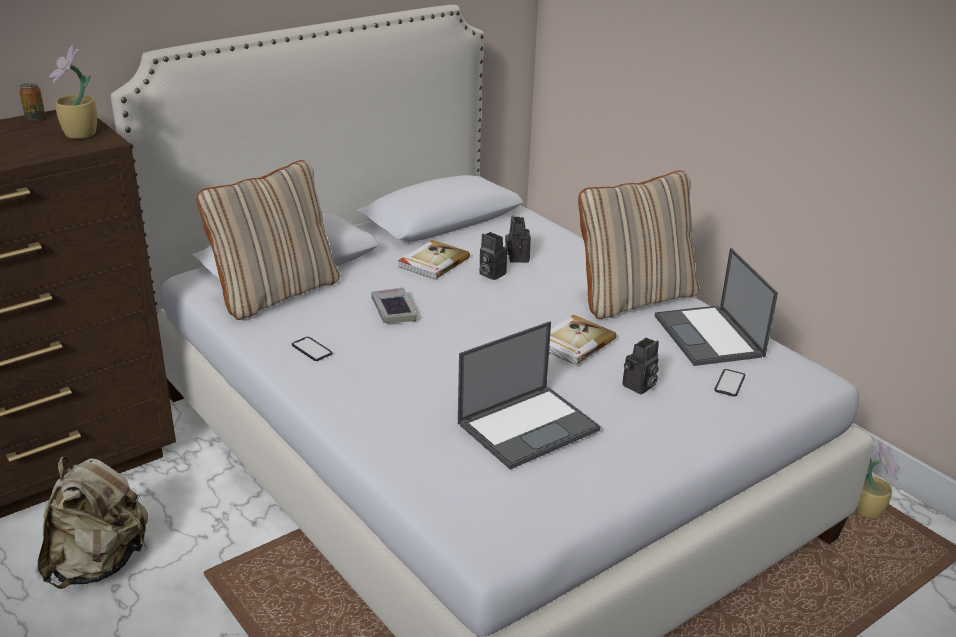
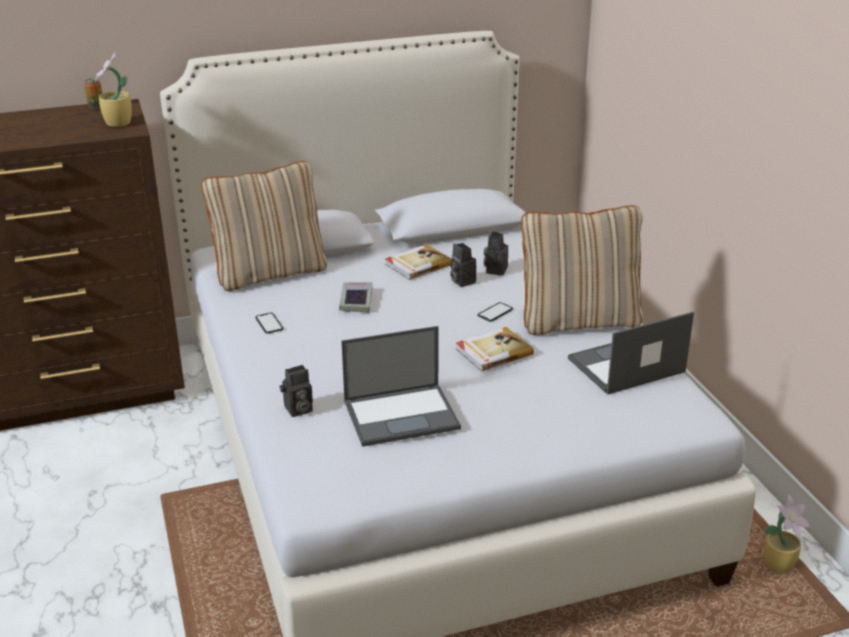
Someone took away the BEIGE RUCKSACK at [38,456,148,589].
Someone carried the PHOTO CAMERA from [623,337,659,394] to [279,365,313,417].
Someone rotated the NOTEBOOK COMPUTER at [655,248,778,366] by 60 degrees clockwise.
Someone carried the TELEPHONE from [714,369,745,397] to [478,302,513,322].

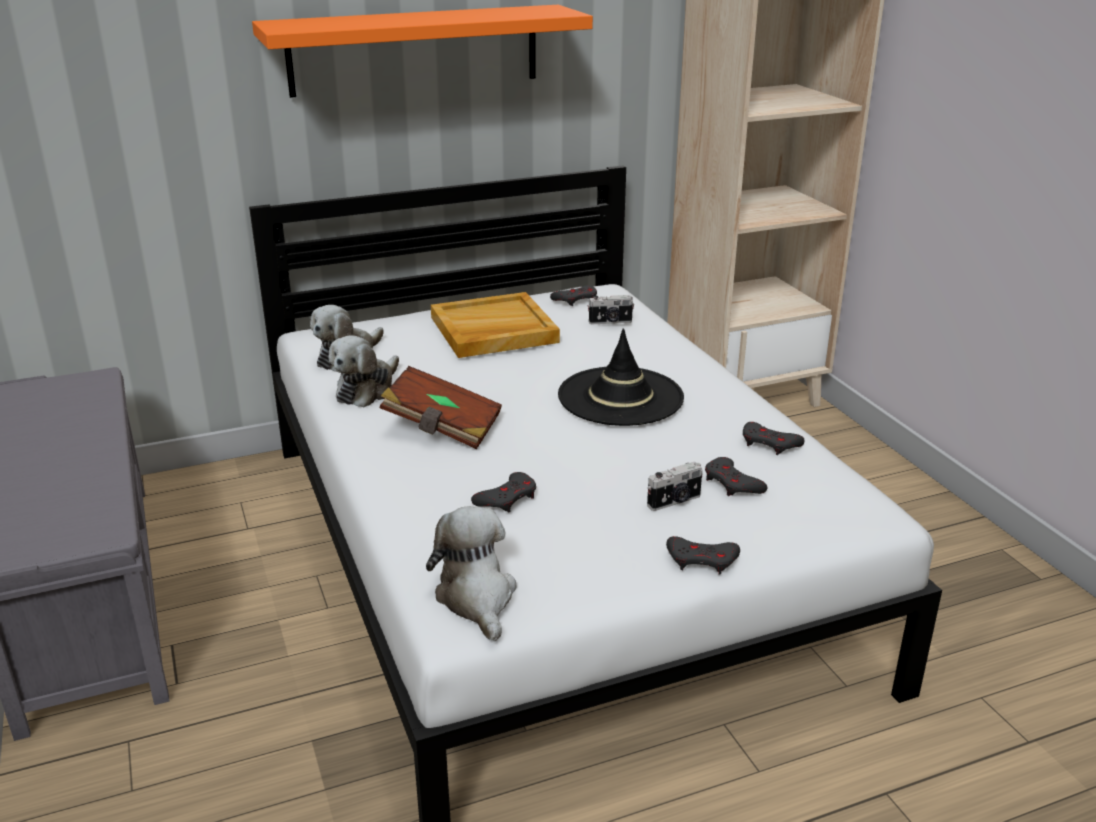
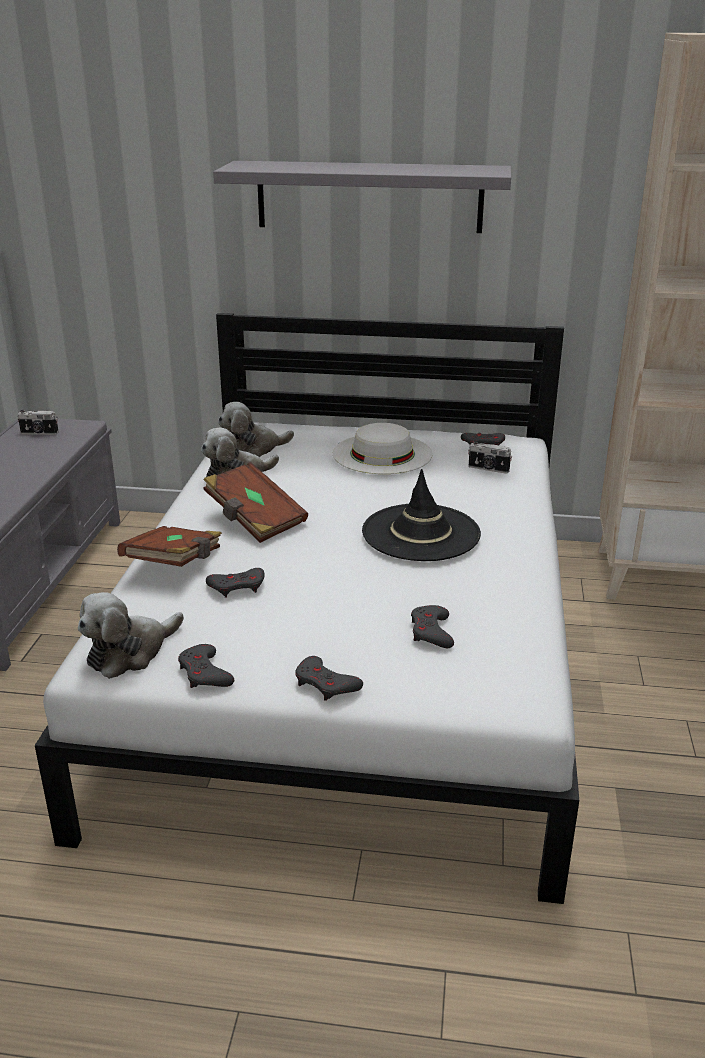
Someone repainted the ORANGE SHELF at [252,5,593,98], which became the GREYISH SHELF at [213,161,511,233].
Someone rotated the CUDDLY TOY at [426,506,517,641] by 150 degrees counterclockwise.
Someone swapped the BEIGE TRAY at [431,292,560,358] for the WHITISH CLOTHING HAT at [333,423,433,474].
Someone carried the PHOTO CAMERA from [647,462,703,511] to [18,410,59,435].
Someone carried the GREYISH JOYPAD from [743,422,804,455] to [178,644,234,688].
Someone put down the BROWNISH BOUND BOOK at [117,526,222,567].

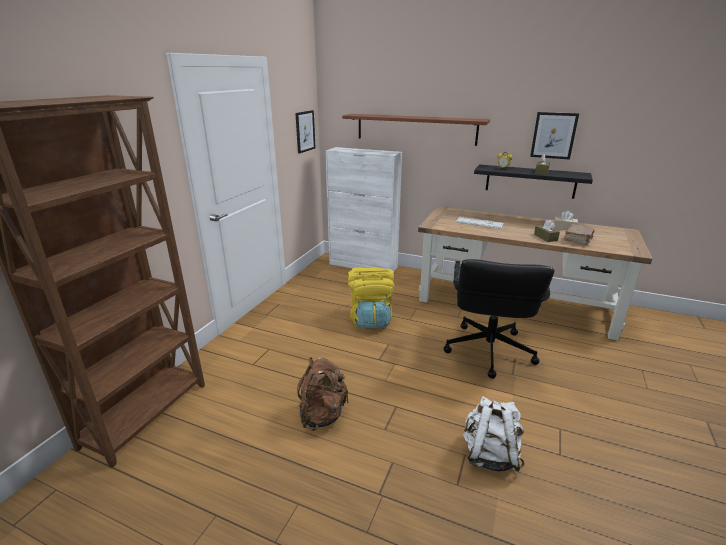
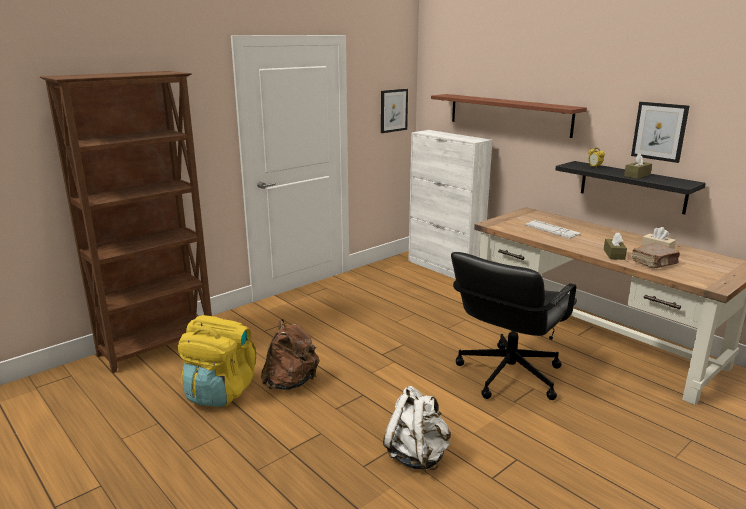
Someone carried the YELLOW-COLOURED RUCKSACK from [348,268,394,328] to [178,315,256,407].

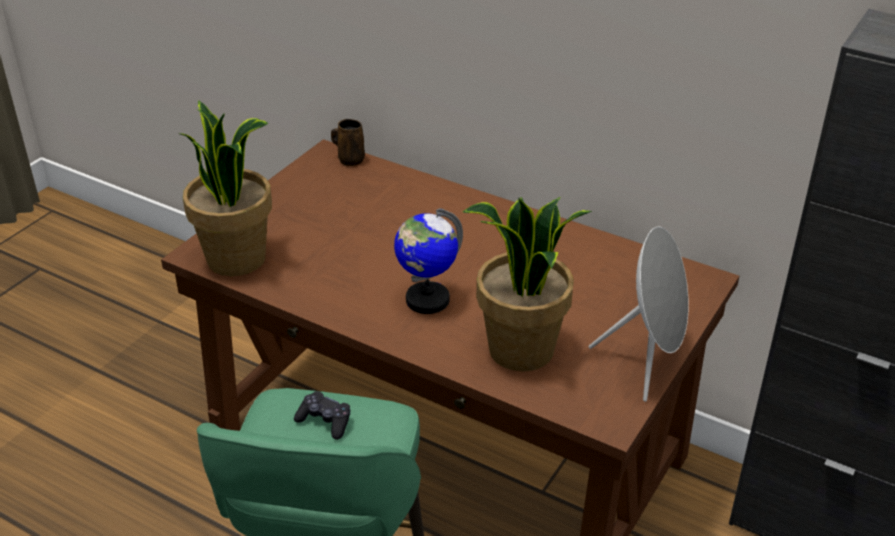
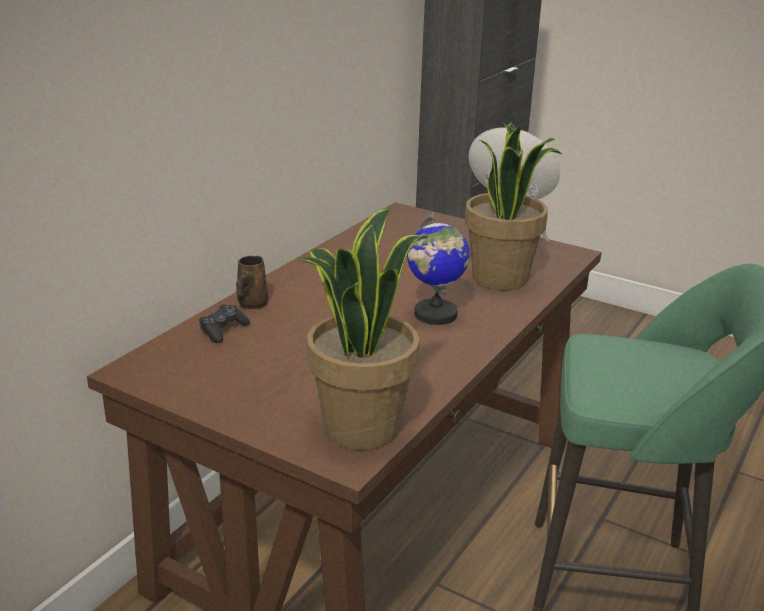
Someone carried the BLACK JOYPAD from [294,391,350,440] to [199,304,250,343].
Someone carried the BROWNISH COFFEE MUG from [331,119,365,166] to [236,256,268,309].

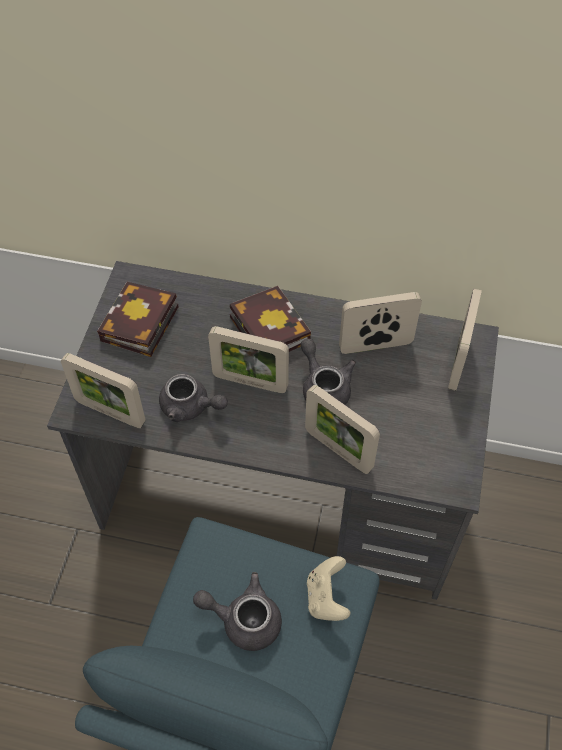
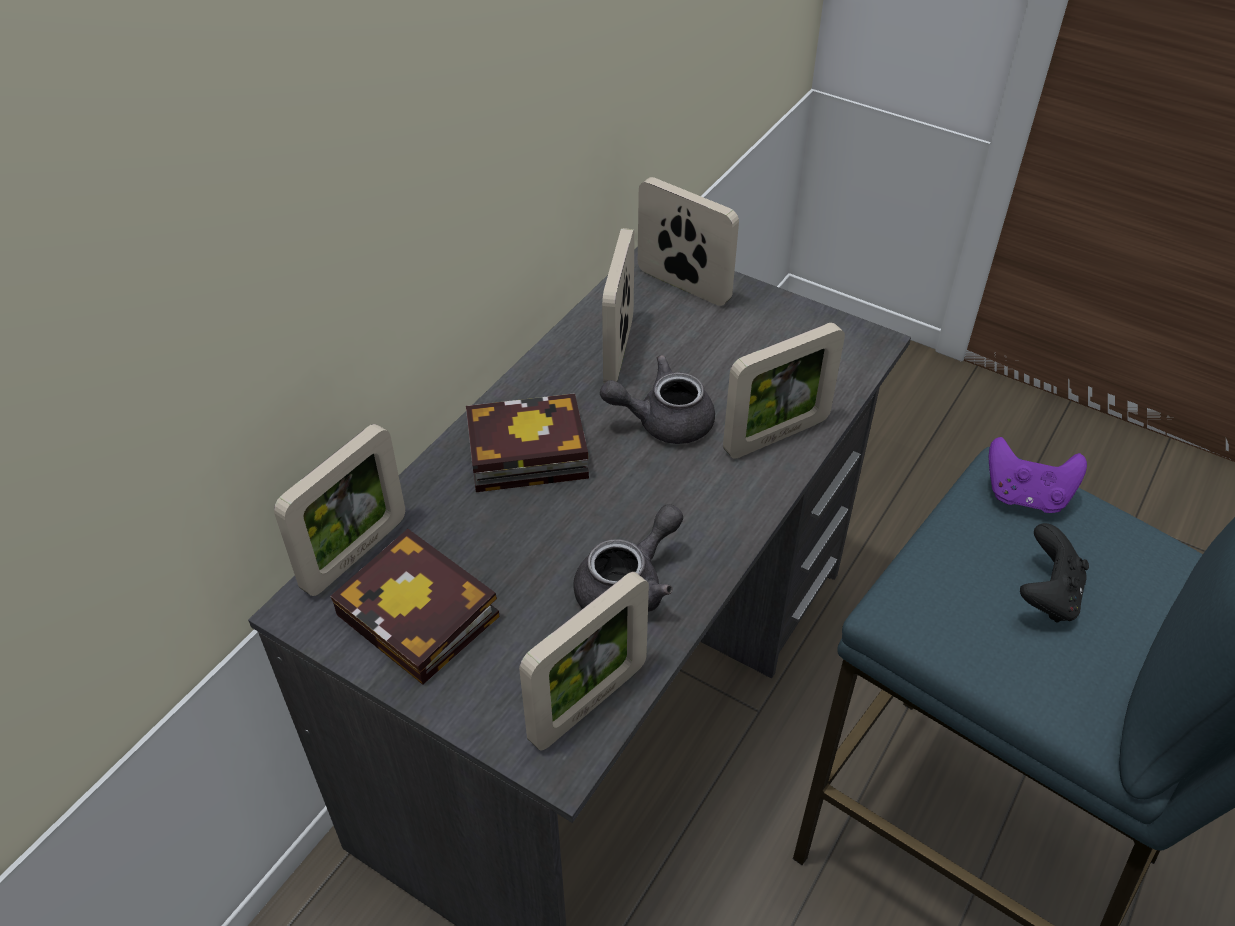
Someone swapped the GREYISH TEA POT at [193,572,282,651] for the BLACK JOYPAD at [1020,523,1089,623].
Someone carried the PICTURE FRAME from [208,326,289,393] to [274,424,405,596].
Someone repainted the BEIGE JOYPAD at [307,556,351,621], which became the PURPLE-COLOURED JOYPAD at [989,437,1087,513].

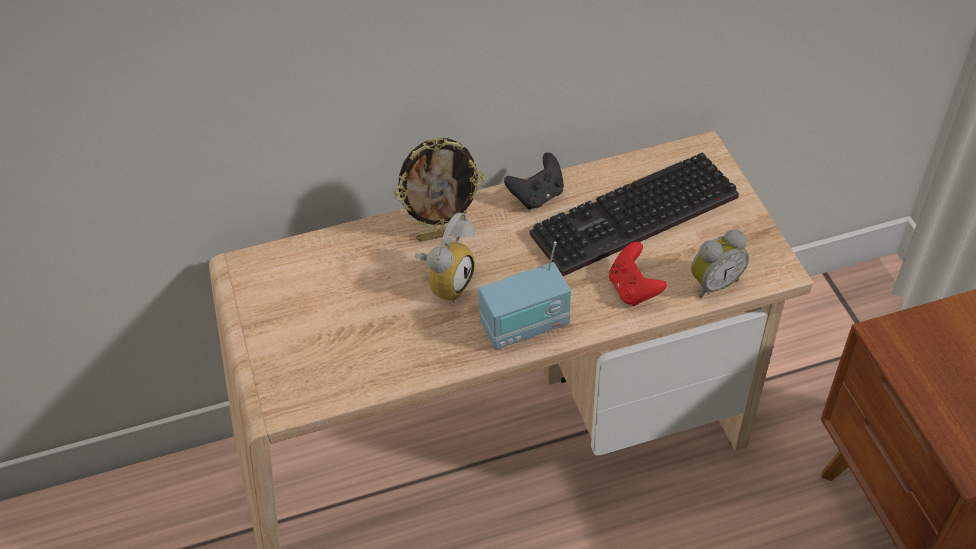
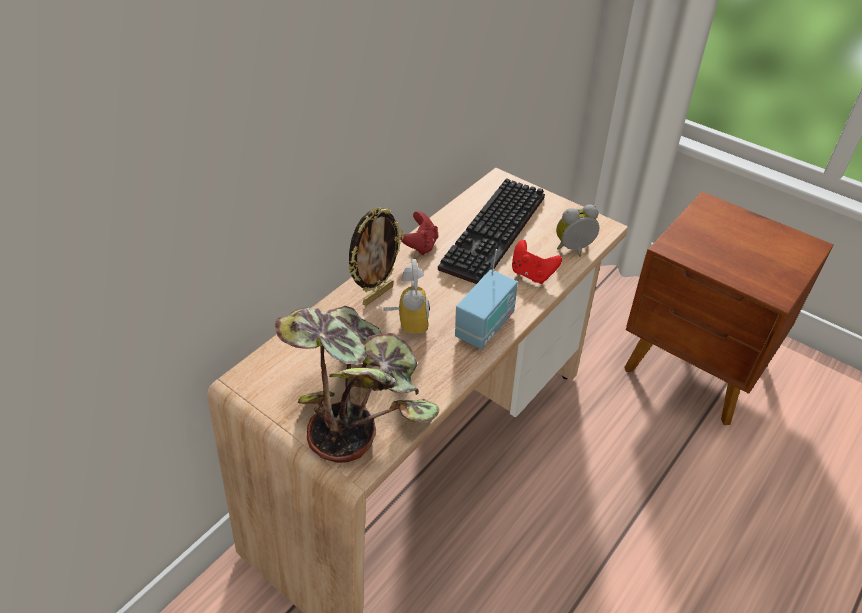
Someone repainted the BLACK JOYPAD at [504,153,564,210], which became the RED-COLOURED JOYPAD at [400,211,438,255].
Someone rotated the BEDSIDE CLOCK at [691,230,749,298] by 135 degrees counterclockwise.
Someone put down the POTTED PLANT at [275,306,440,463].

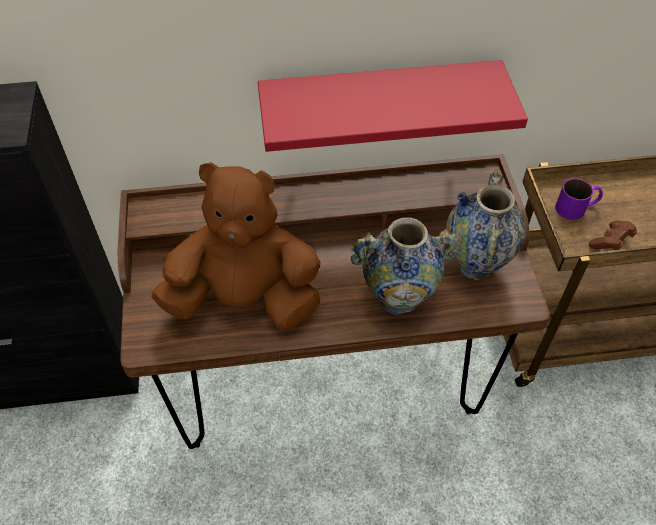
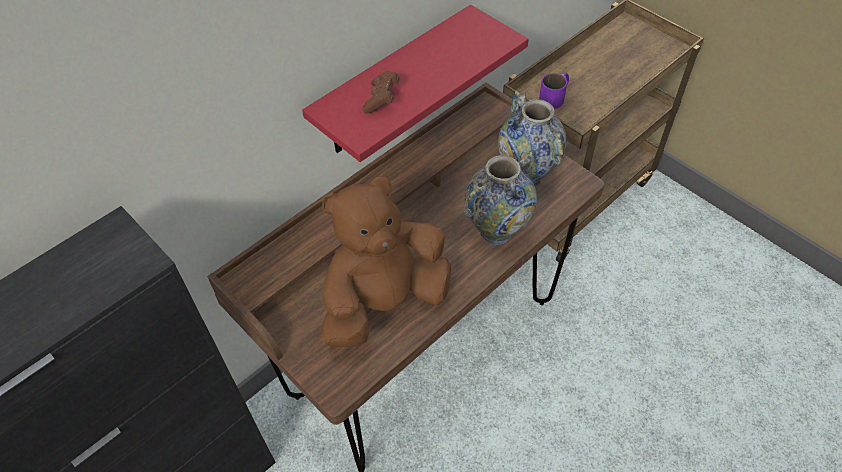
Someone carried the BROWNISH JOYPAD from [589,221,637,250] to [362,71,399,114].

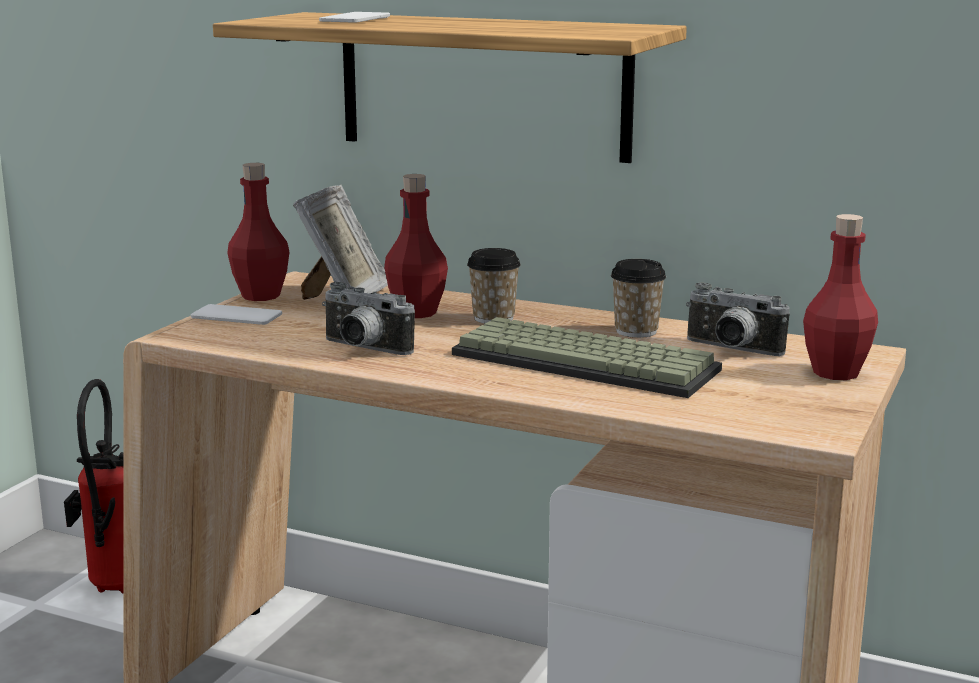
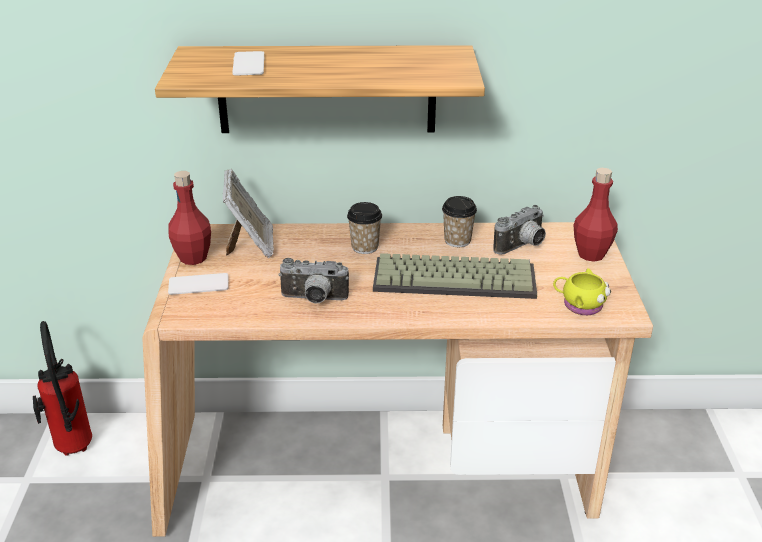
Someone took away the RED-COLOURED DRINK BOTTLE at [384,174,448,318].
Someone rotated the PHOTO CAMERA at [686,282,790,356] by 45 degrees counterclockwise.
Someone put down the YELLOW-COLOURED COFFEE MUG at [553,268,611,315].

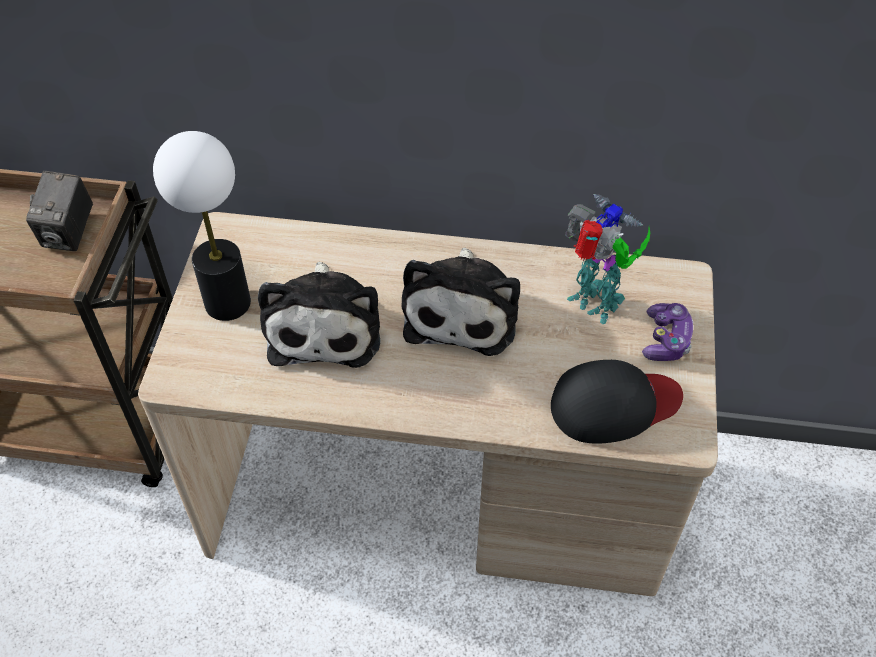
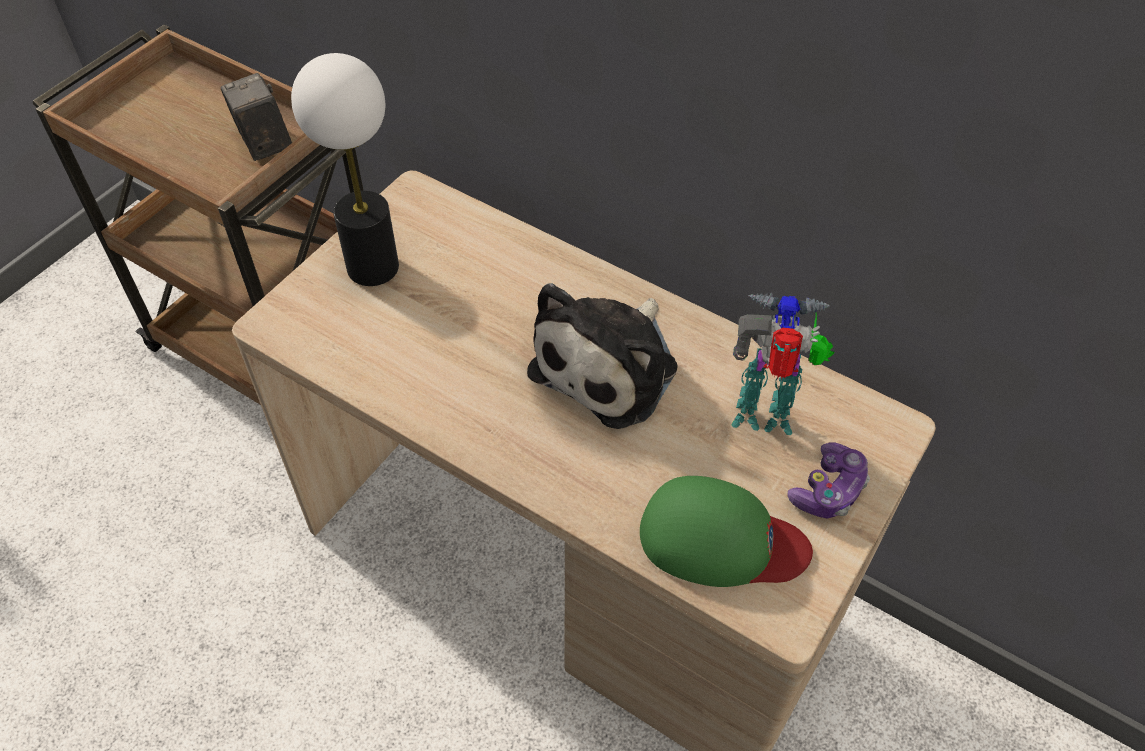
Someone rotated the PHOTO CAMERA at [26,171,93,251] by 120 degrees clockwise.
Someone took away the CUDDLY TOY at [258,262,380,368].
Someone repainted the BLACK PEAKED CAP at [551,360,683,444], which became the GREEN PEAKED CAP at [640,476,813,587].
Someone rotated the ROBOT FIGURE at [566,194,650,324] by 60 degrees counterclockwise.

